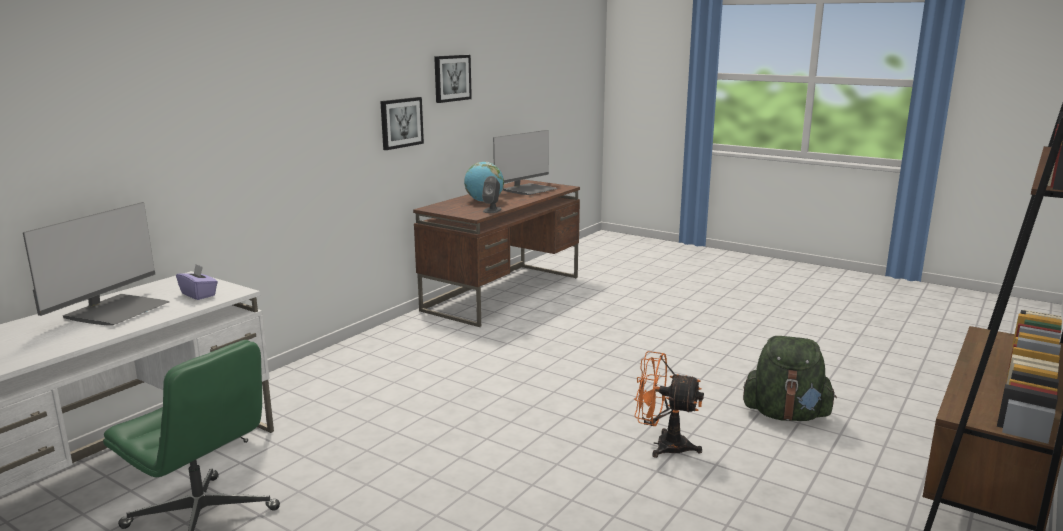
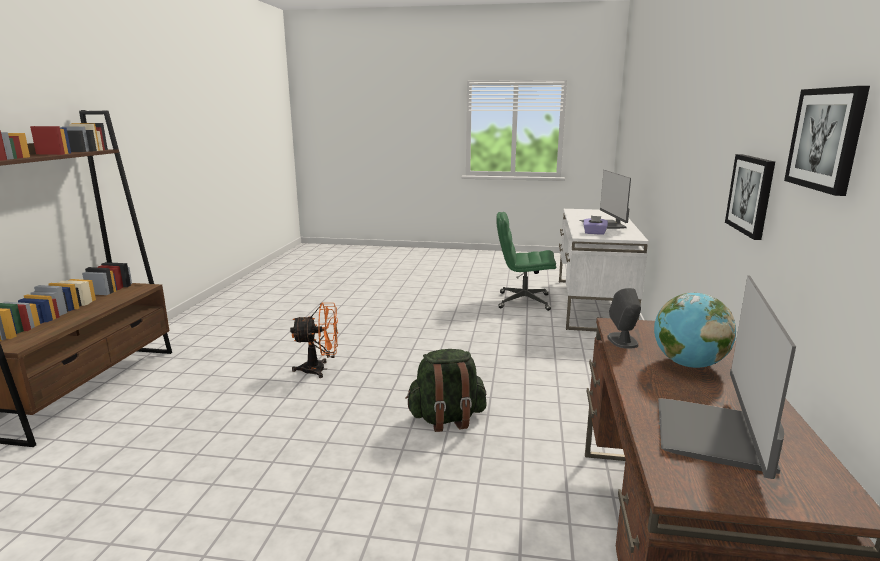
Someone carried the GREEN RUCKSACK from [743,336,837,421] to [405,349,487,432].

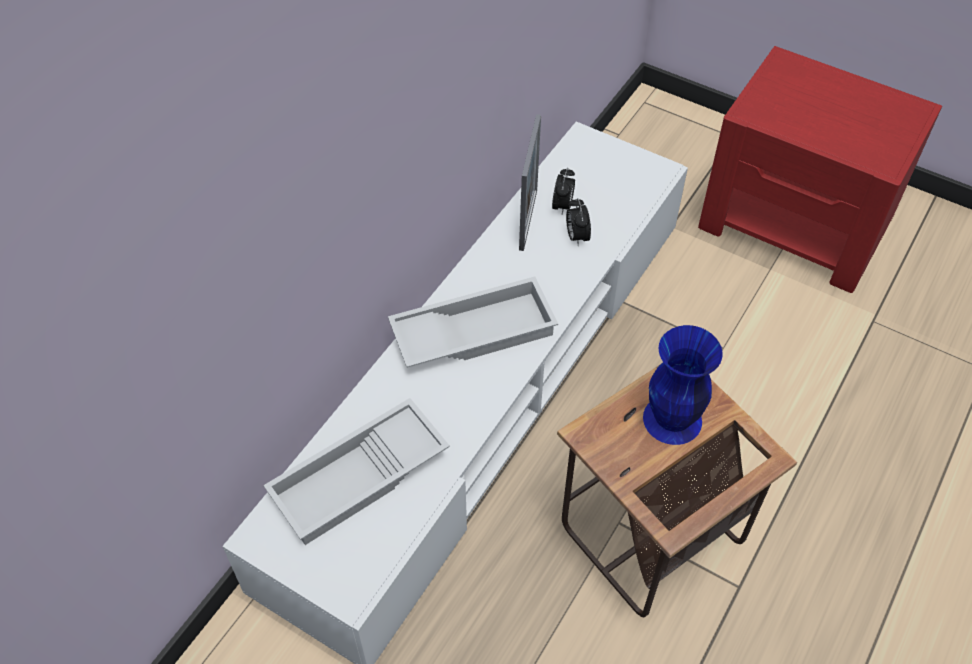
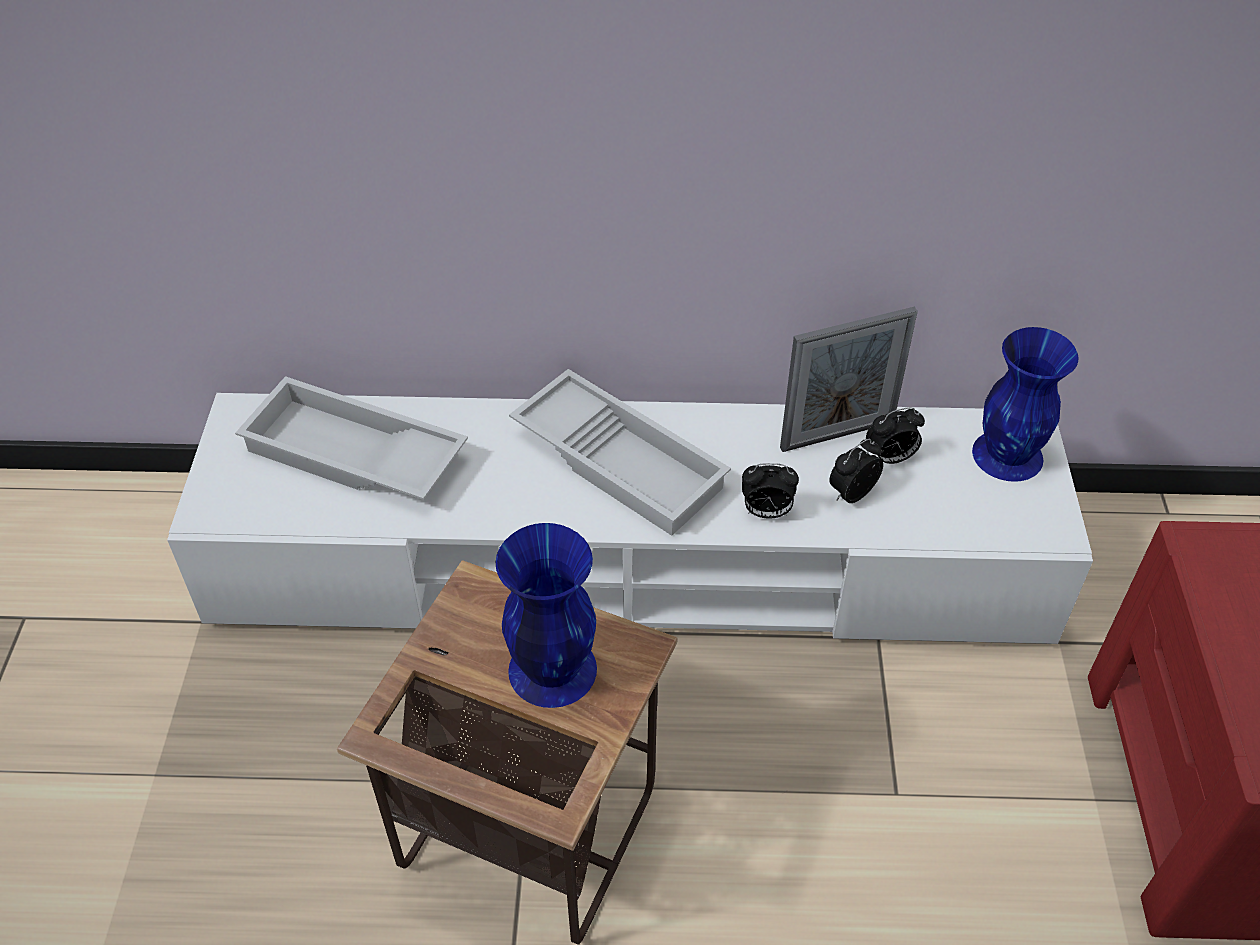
Someone put down the BEDSIDE CLOCK at [742,463,799,519].
Someone put down the BLUE DECORATIVE VASE at [972,327,1079,482].

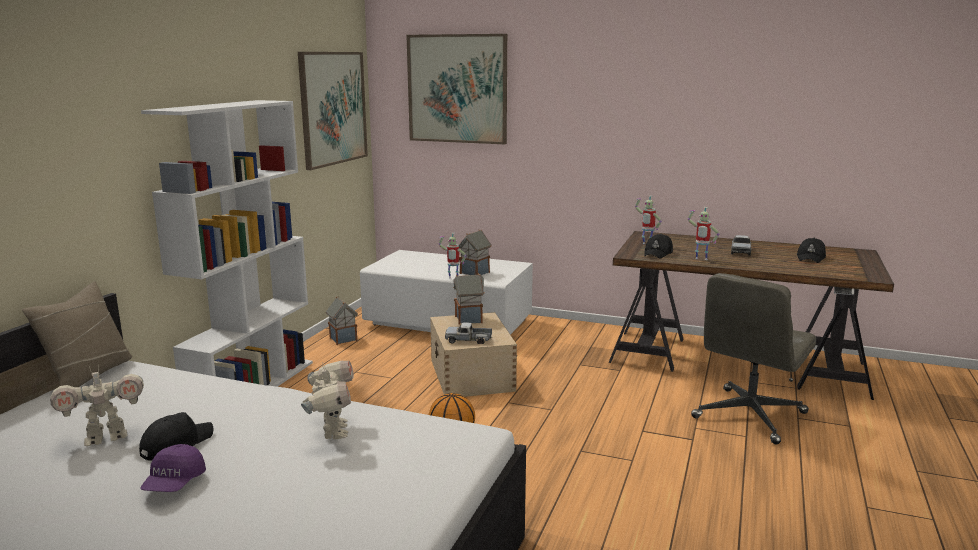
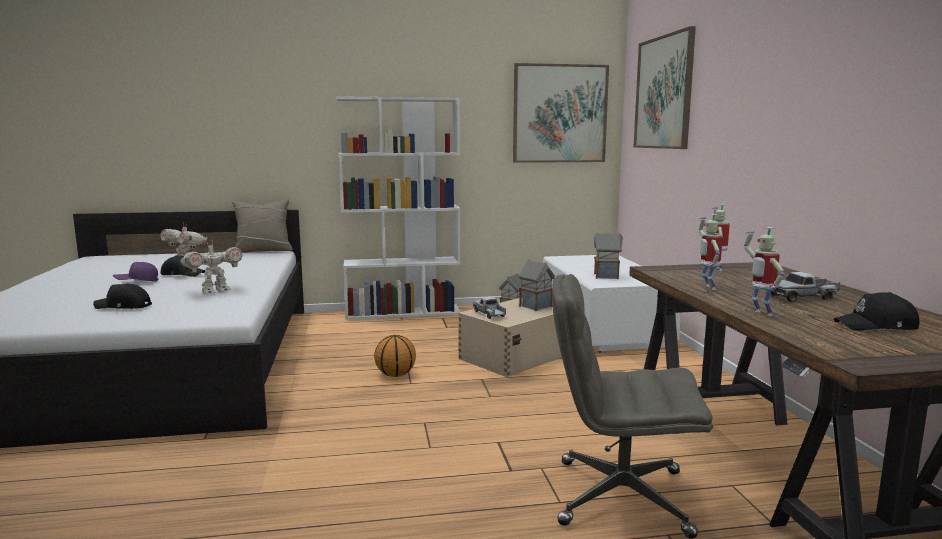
Someone carried the ROBOT FIGURE from [439,233,466,278] to [744,227,785,316].
Someone carried the BLACK PEAKED CAP from [645,234,673,258] to [93,283,152,309].

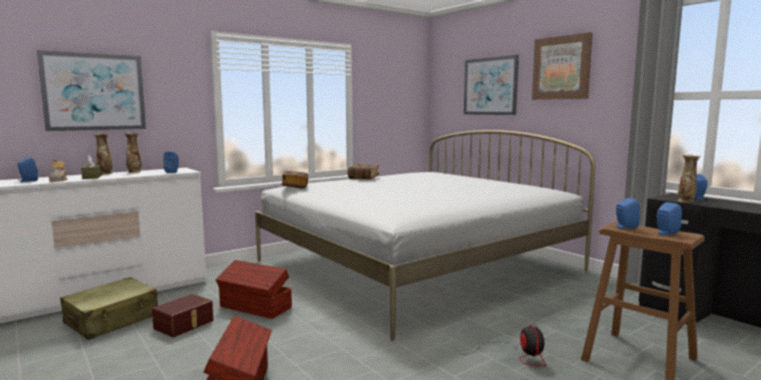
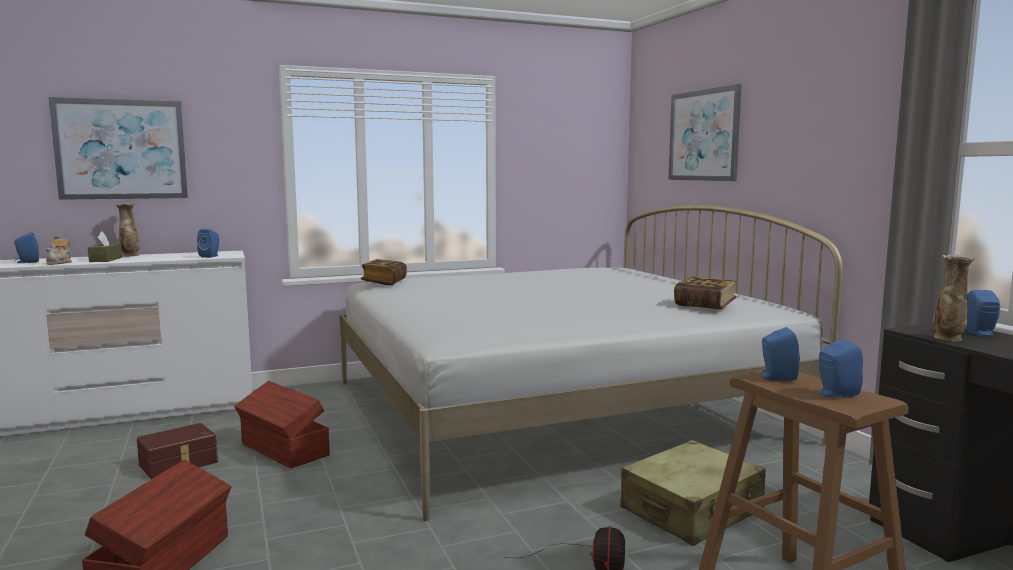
Someone carried the BEIGE SUITCASE from [60,277,158,340] to [620,440,766,546].
Someone took away the DECORATIVE VASE at [125,133,141,173].
Someone carried the BOUND BOOK from [348,164,380,180] to [674,277,737,309].
Someone took away the WALL ART at [532,32,593,100].

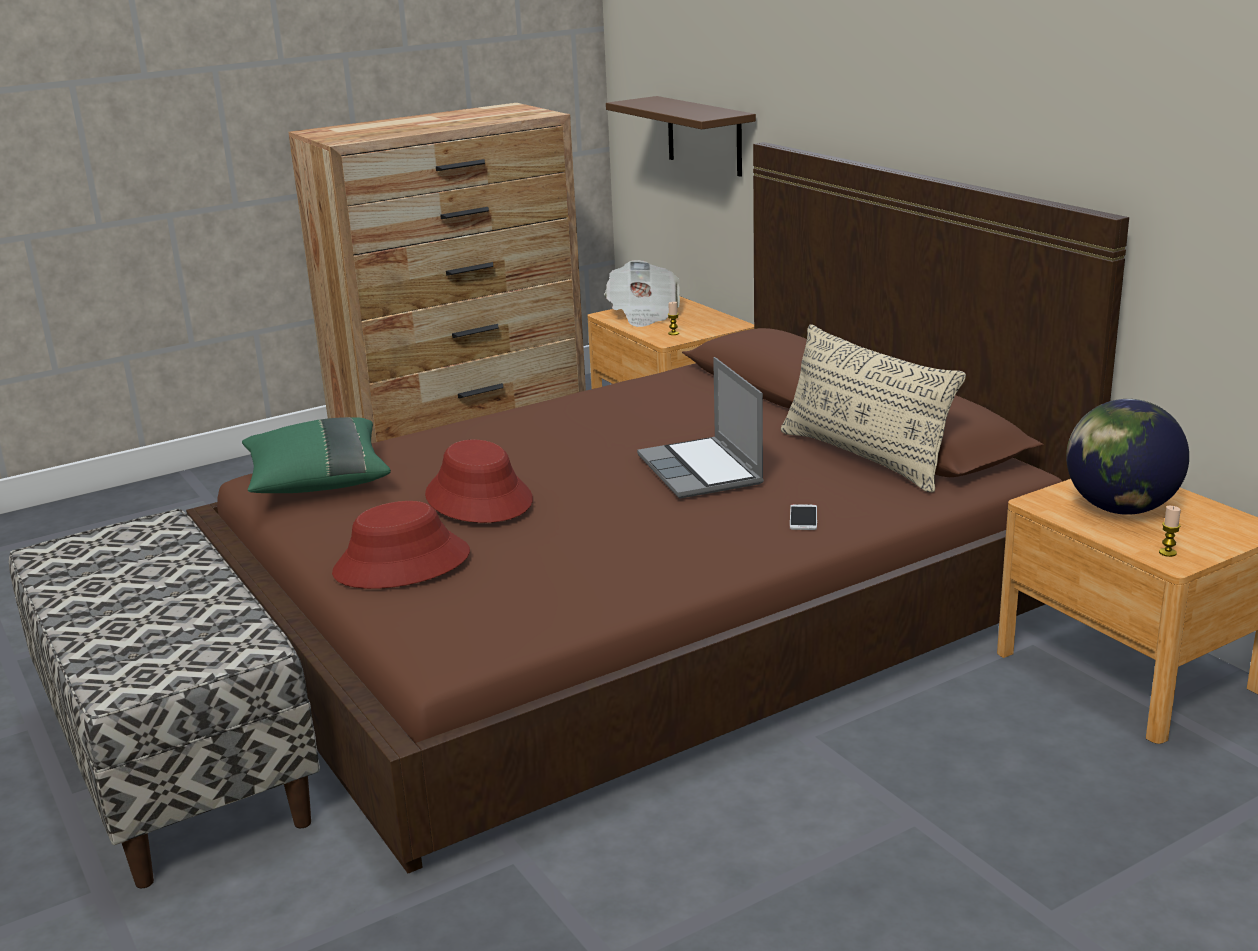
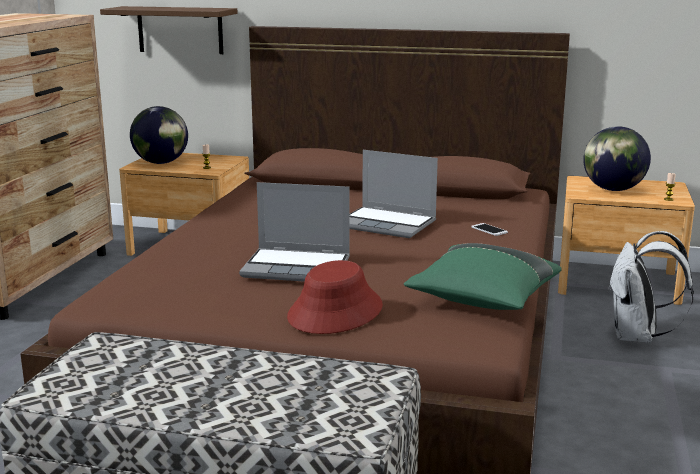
Someone carried the GREEN CUSHION from [242,417,391,493] to [404,243,562,310].
Someone swapped the RED-COLOURED CLOTHING HAT at [425,439,533,523] for the NOTEBOOK COMPUTER at [239,182,350,282].
Someone swapped the DAILY PAPER at [605,260,680,327] for the GLOBE at [130,106,188,164].
Someone took away the BEIGE CUSHION at [781,324,966,492].
Someone put down the WHITISH RUCKSACK at [608,231,694,343].

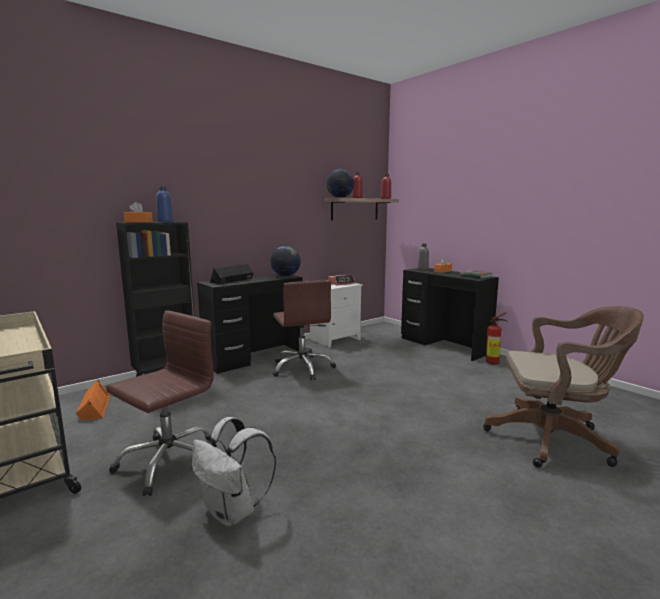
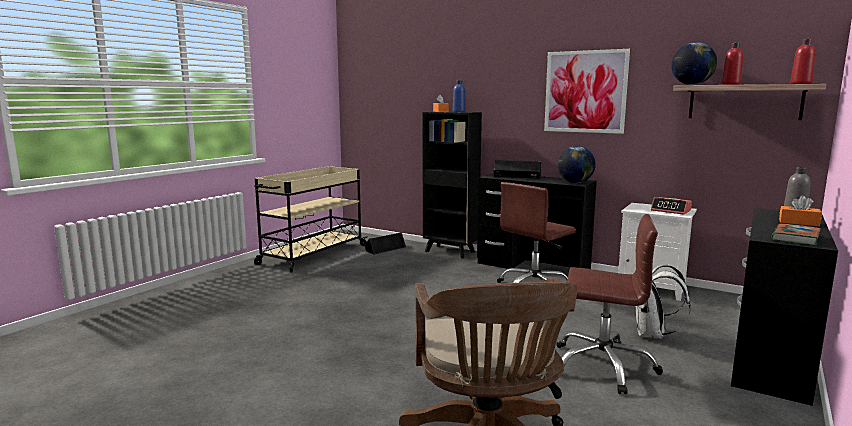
Someone repainted the ORANGE AUDIO SPEAKER at [76,380,111,421], which became the BLACK AUDIO SPEAKER at [364,232,406,255].
Someone carried the BROWNISH OFFICE CHAIR from [106,310,214,496] to [556,214,663,394].
Someone carried the WHITISH RUCKSACK from [192,417,276,527] to [636,265,691,339].
Someone took away the FIRE-FIGHTING CYLINDER at [486,312,508,364].
Someone put up the WALL ART at [544,49,630,134].

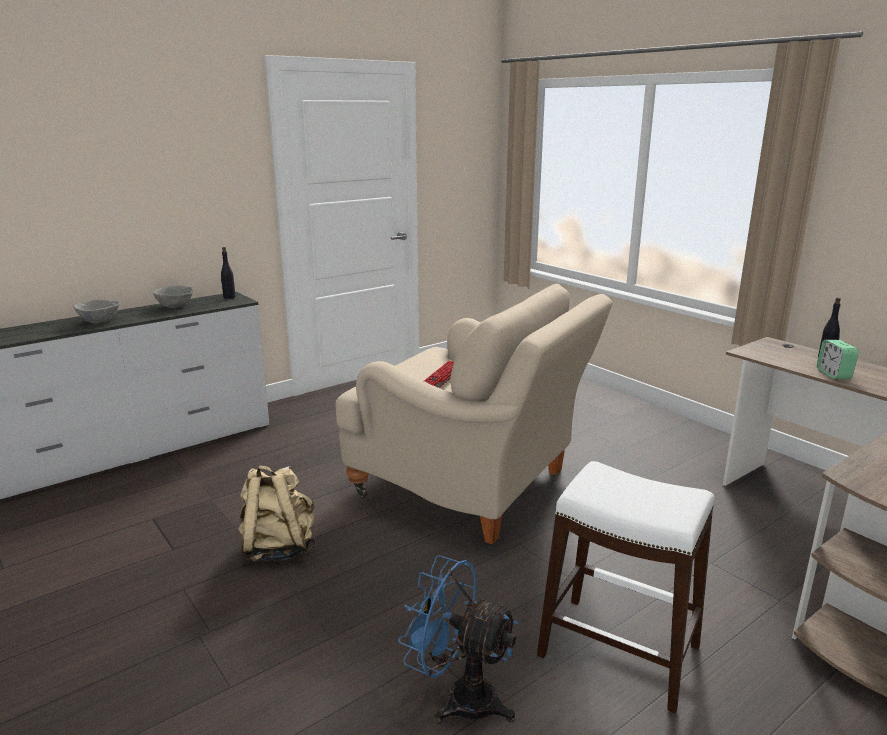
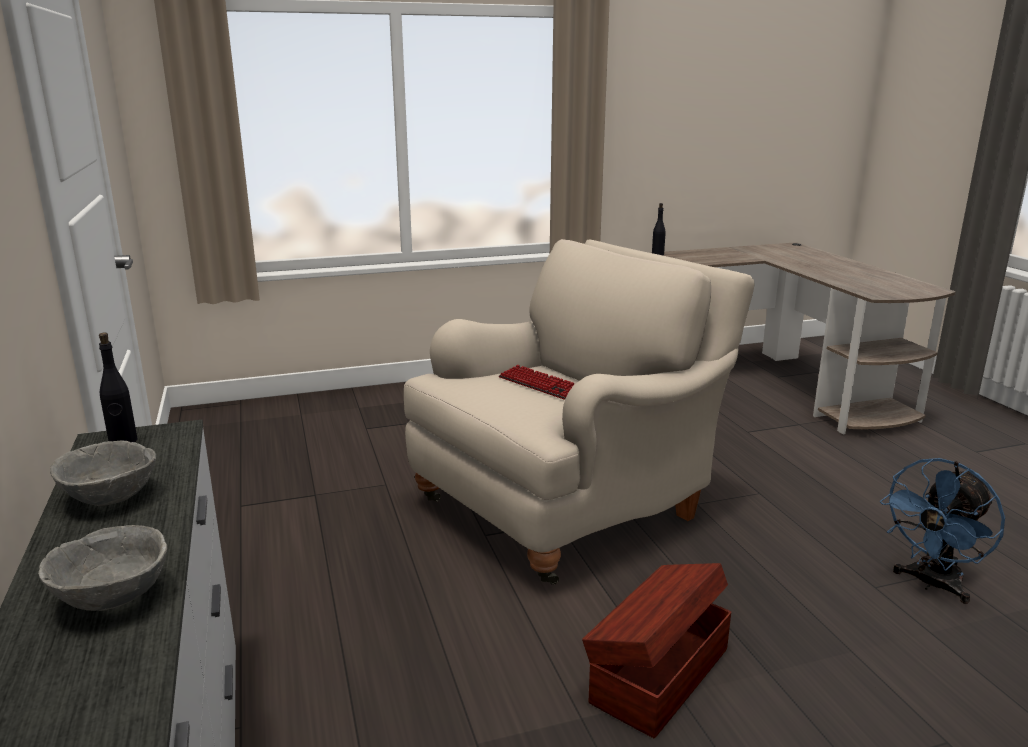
Someone swapped the BEIGE RUCKSACK at [239,465,316,562] for the BROWNISH STORAGE CONTAINER at [582,563,731,739].
Someone took away the WHITISH STOOL SEAT at [537,461,715,713].
Someone took away the BEDSIDE CLOCK at [817,340,859,379].

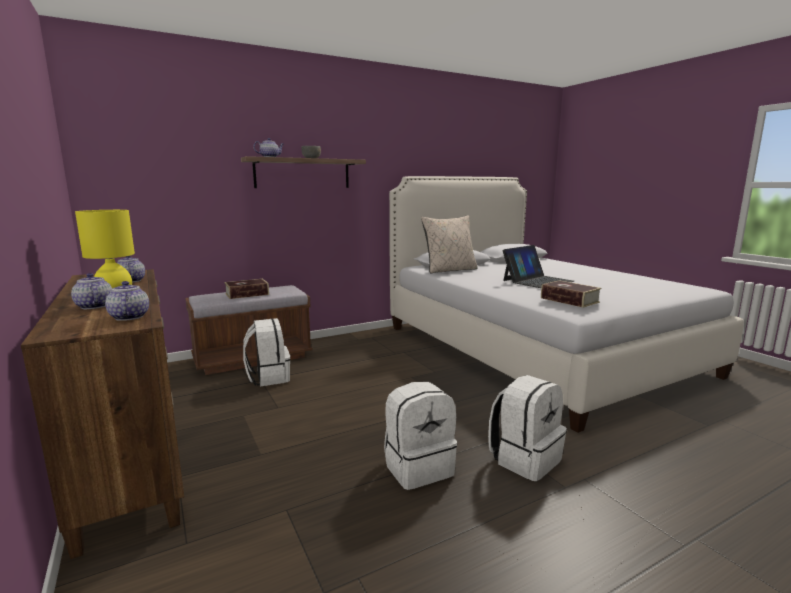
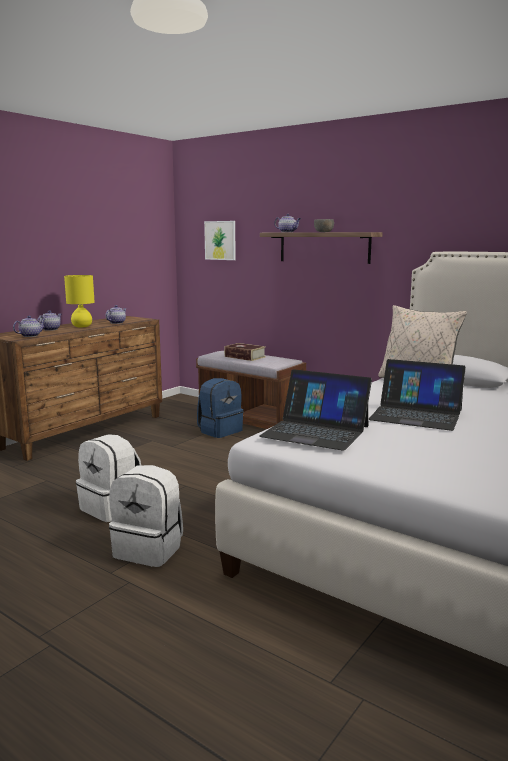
Someone repainted the WHITISH RUCKSACK at [243,318,290,386], which became the BLUE RUCKSACK at [197,378,243,438].
Someone swapped the BOUND BOOK at [541,280,602,308] for the NOTEBOOK COMPUTER at [259,369,372,451].
Someone put up the WALL ART at [204,221,236,260].

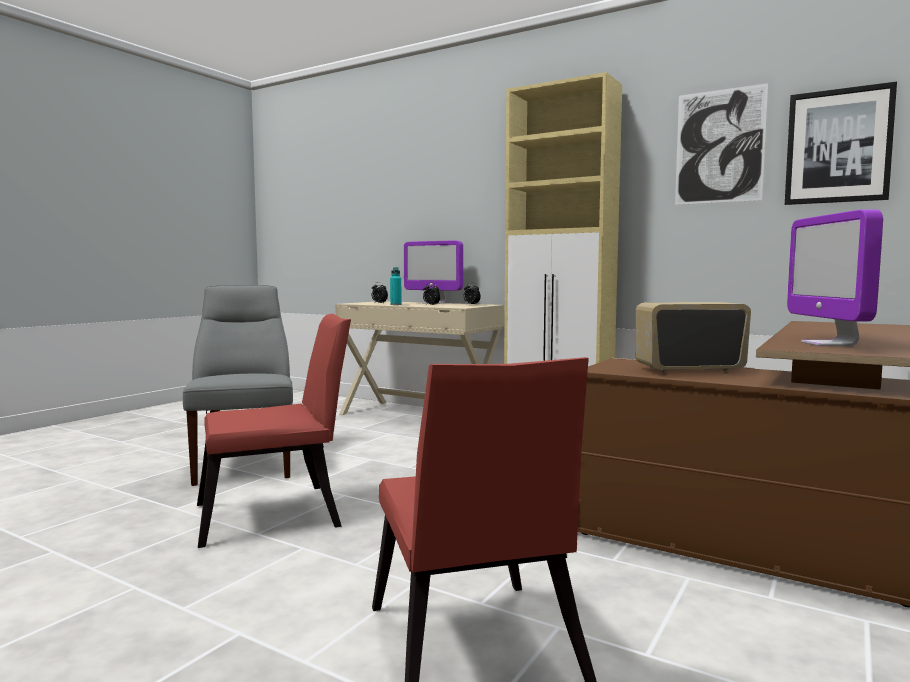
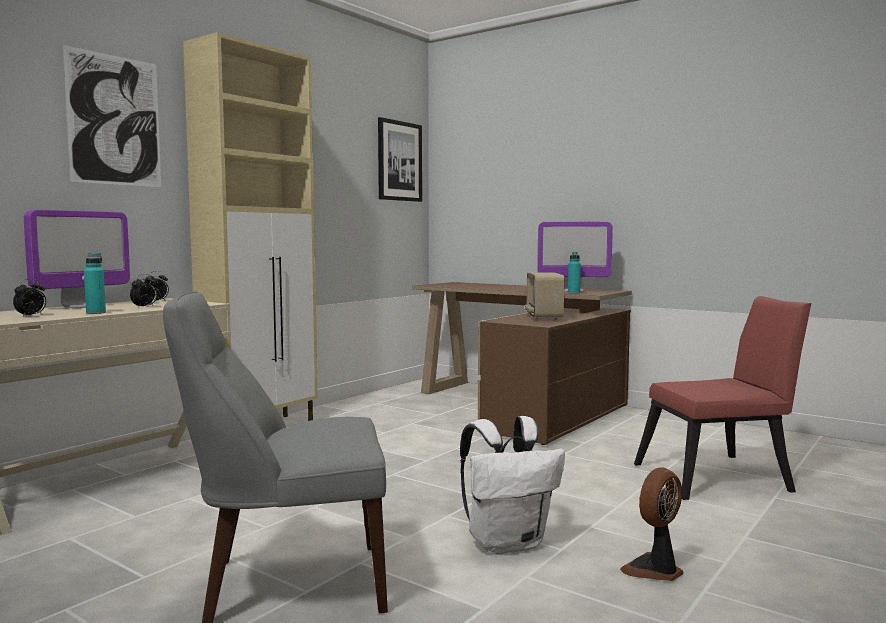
Someone swapped the RED-COLOURED CHAIR at [197,314,351,548] for the WHITISH RUCKSACK at [460,416,565,555].
Someone carried the WALL ART from [675,83,768,205] to [63,45,161,187].
Someone put down the TURQUOISE-COLOURED DRINK BOTTLE at [568,252,581,294].
Someone put down the FAN at [620,467,684,581].

